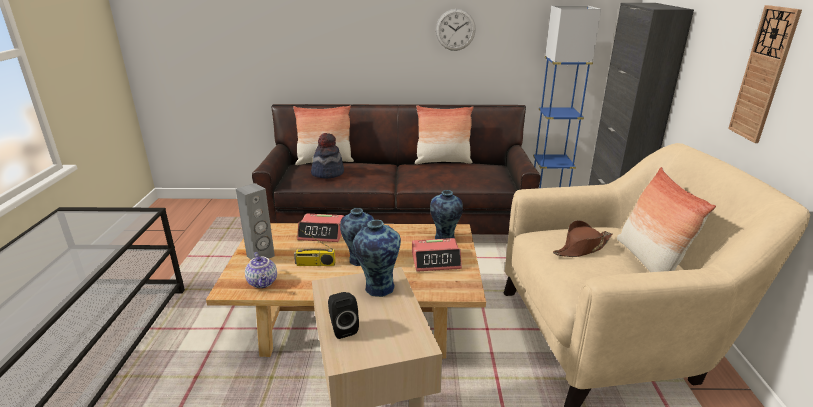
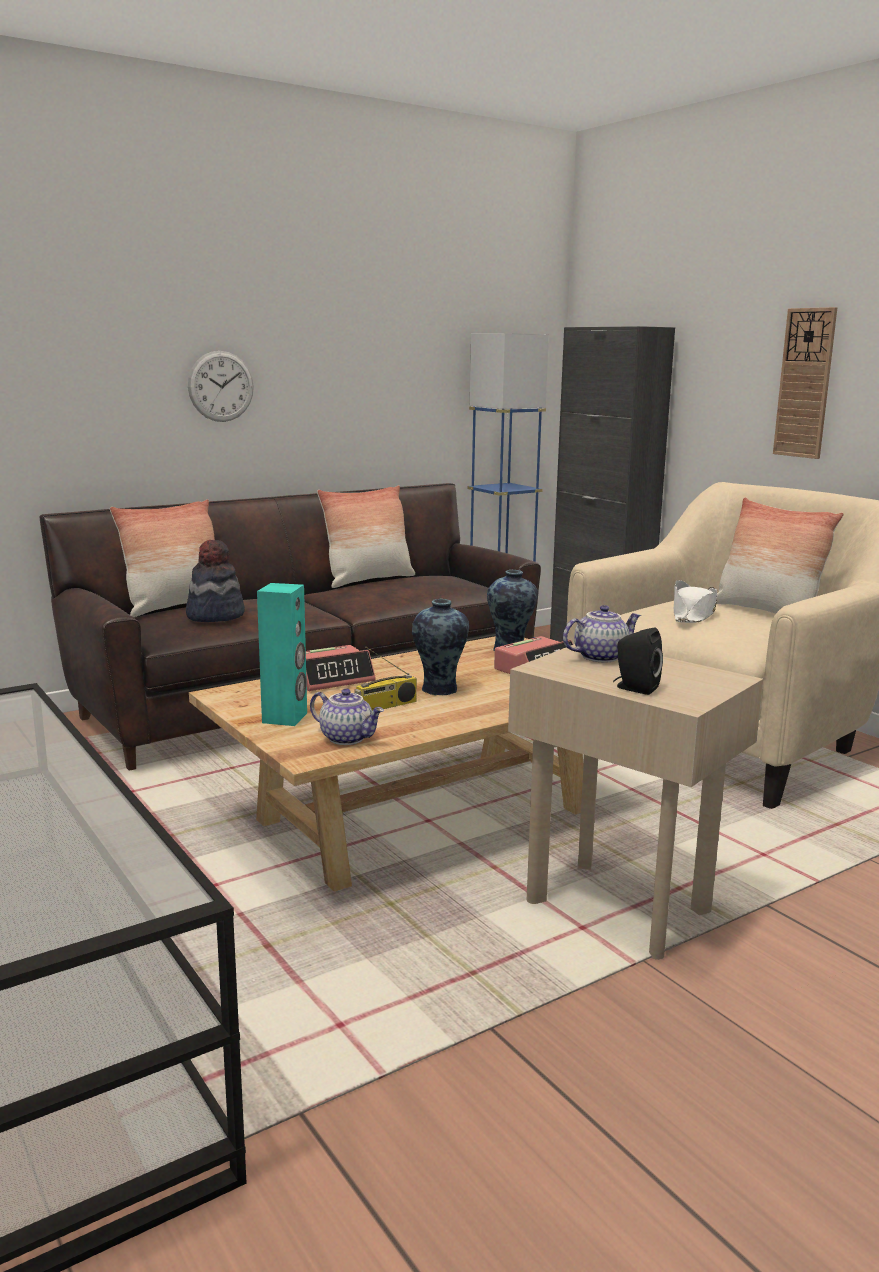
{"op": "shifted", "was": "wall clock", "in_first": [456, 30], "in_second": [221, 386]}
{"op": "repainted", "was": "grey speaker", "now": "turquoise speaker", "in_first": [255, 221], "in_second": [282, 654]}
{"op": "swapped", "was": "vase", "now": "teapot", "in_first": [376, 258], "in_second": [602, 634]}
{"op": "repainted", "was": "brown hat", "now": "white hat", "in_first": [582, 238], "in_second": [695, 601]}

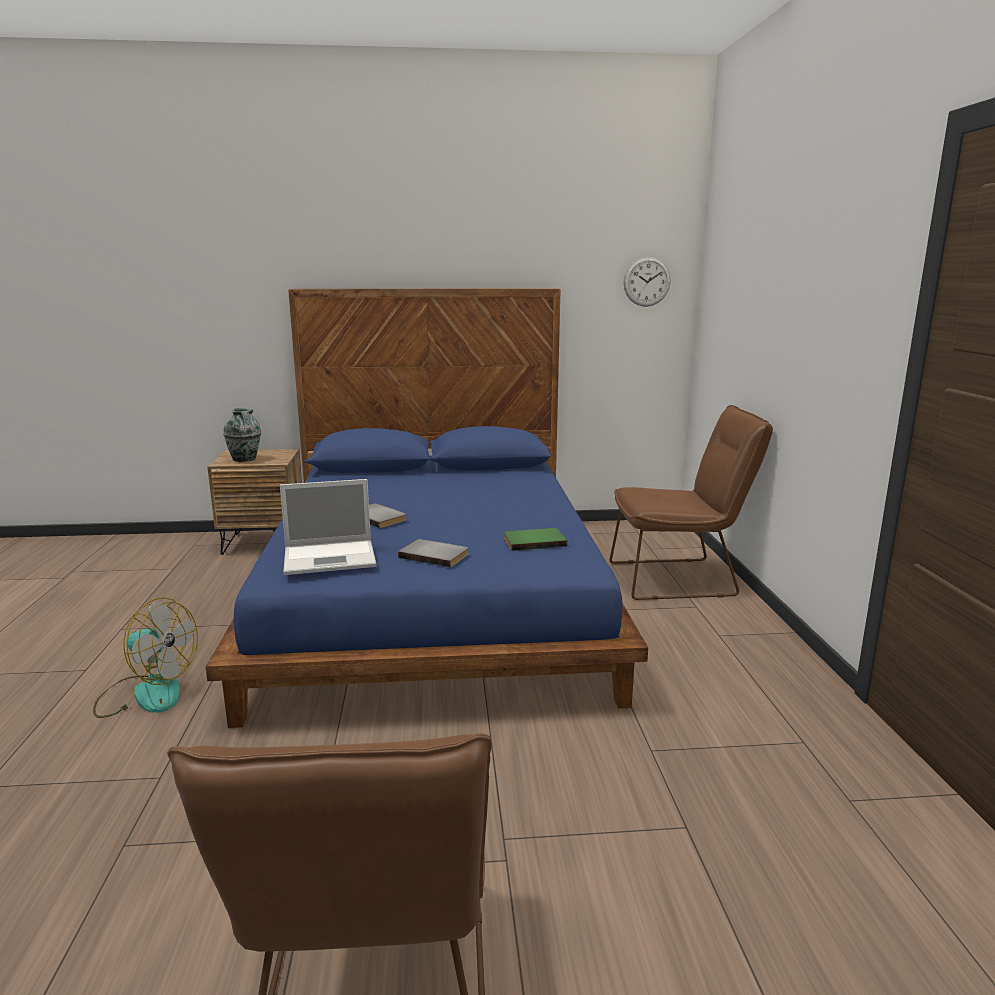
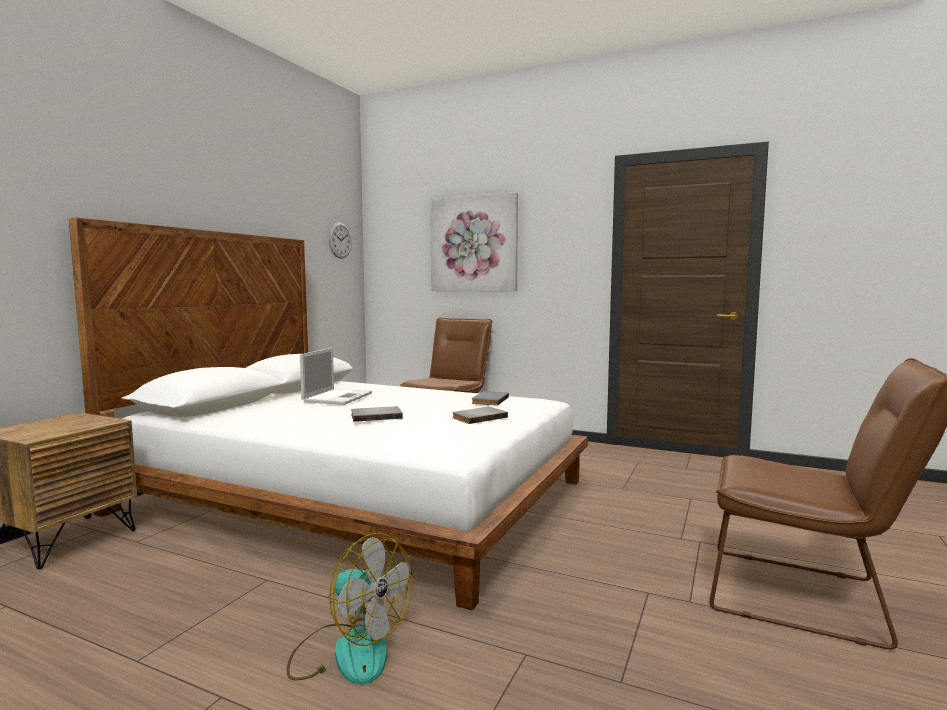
{"op": "repainted", "was": "blue bed", "now": "white bed", "in_first": [427, 508], "in_second": [328, 413]}
{"op": "gone", "was": "vase", "in_first": [242, 435]}
{"op": "shifted", "was": "laptop", "in_first": [328, 527], "in_second": [336, 376]}
{"op": "repainted", "was": "green book", "now": "grey book", "in_first": [535, 539], "in_second": [490, 398]}
{"op": "rotated", "was": "fan", "in_first": [145, 657], "in_second": [349, 609], "clockwise": 75}
{"op": "new", "now": "picture", "in_second": [474, 242]}

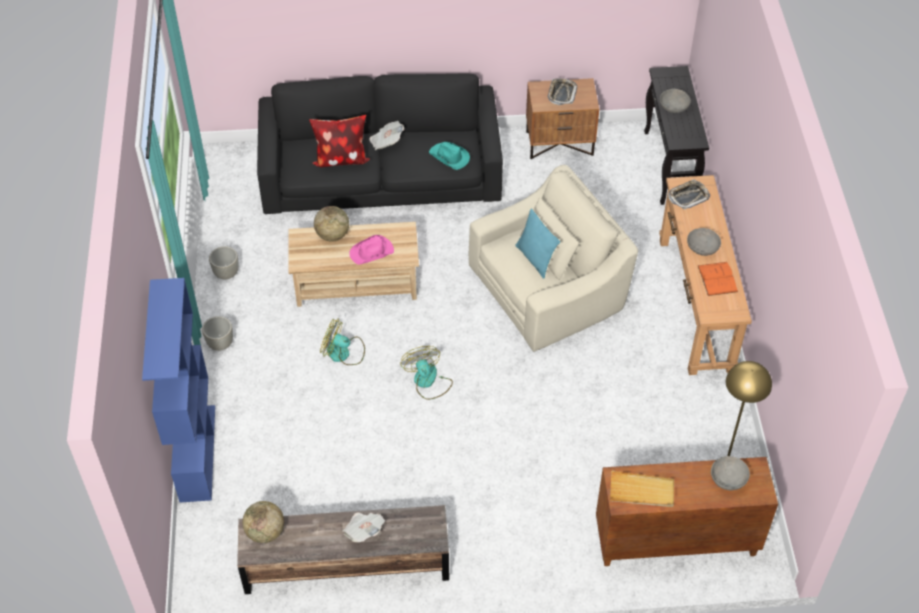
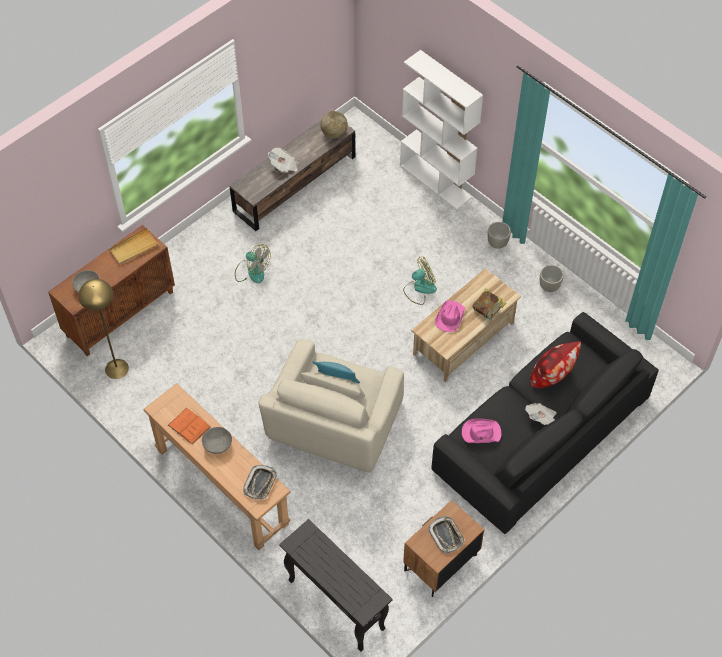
{"op": "gone", "was": "grey bowl", "in_first": [675, 101]}
{"op": "repainted", "was": "turquoise hat", "now": "pink hat", "in_first": [449, 156], "in_second": [481, 431]}
{"op": "swapped", "was": "globe", "now": "book", "in_first": [331, 224], "in_second": [489, 303]}
{"op": "repainted", "was": "blue bookcase", "now": "white bookcase", "in_first": [178, 390], "in_second": [441, 129]}
{"op": "shifted", "was": "fan", "in_first": [426, 373], "in_second": [252, 263]}

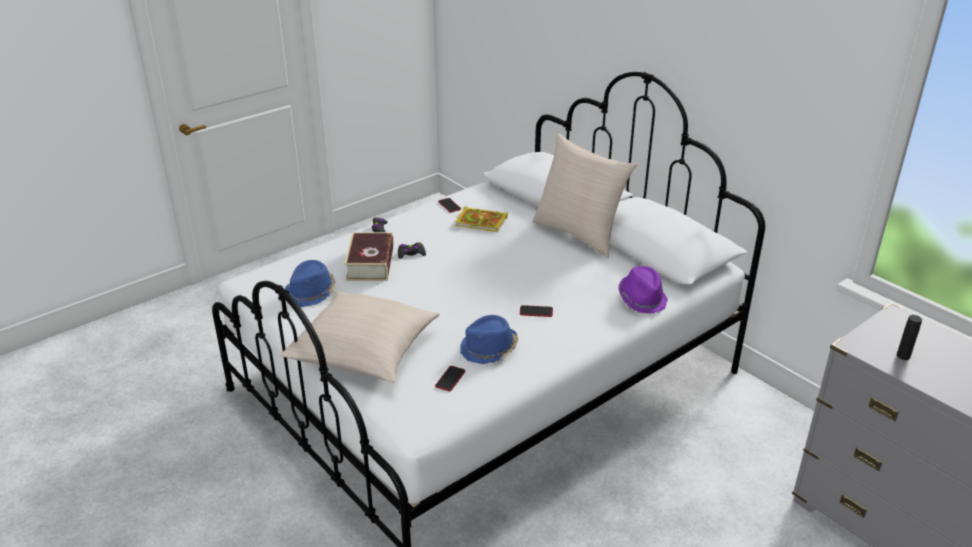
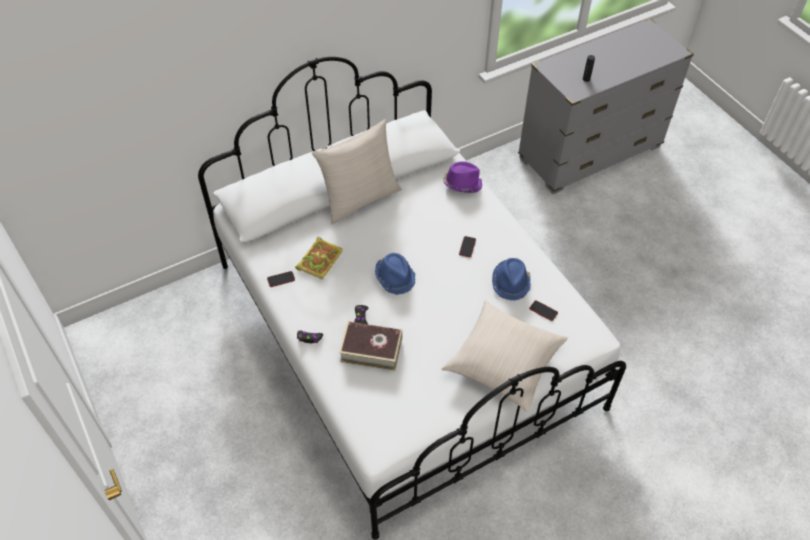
{"op": "shifted", "was": "blue hat", "in_first": [310, 283], "in_second": [395, 274]}

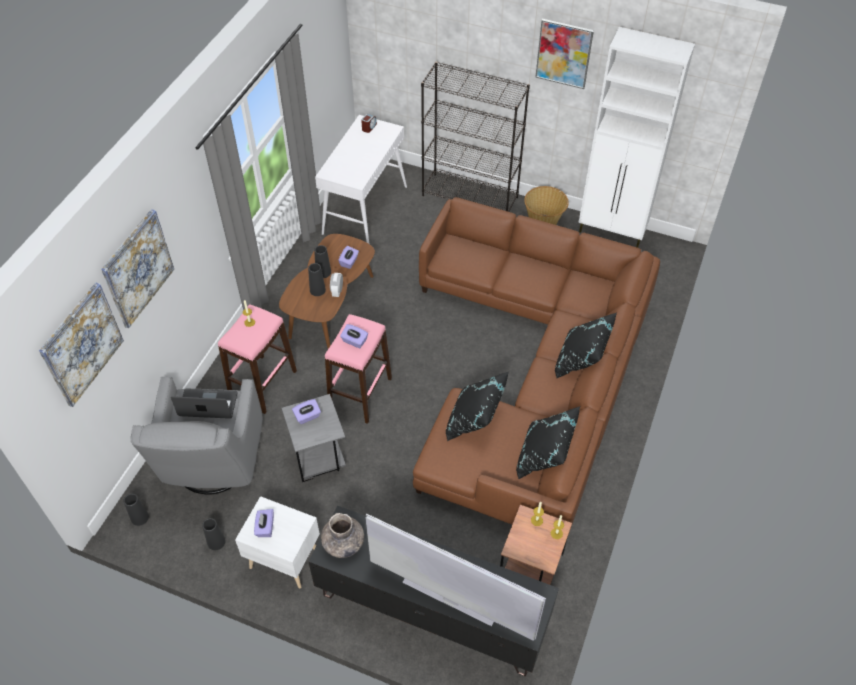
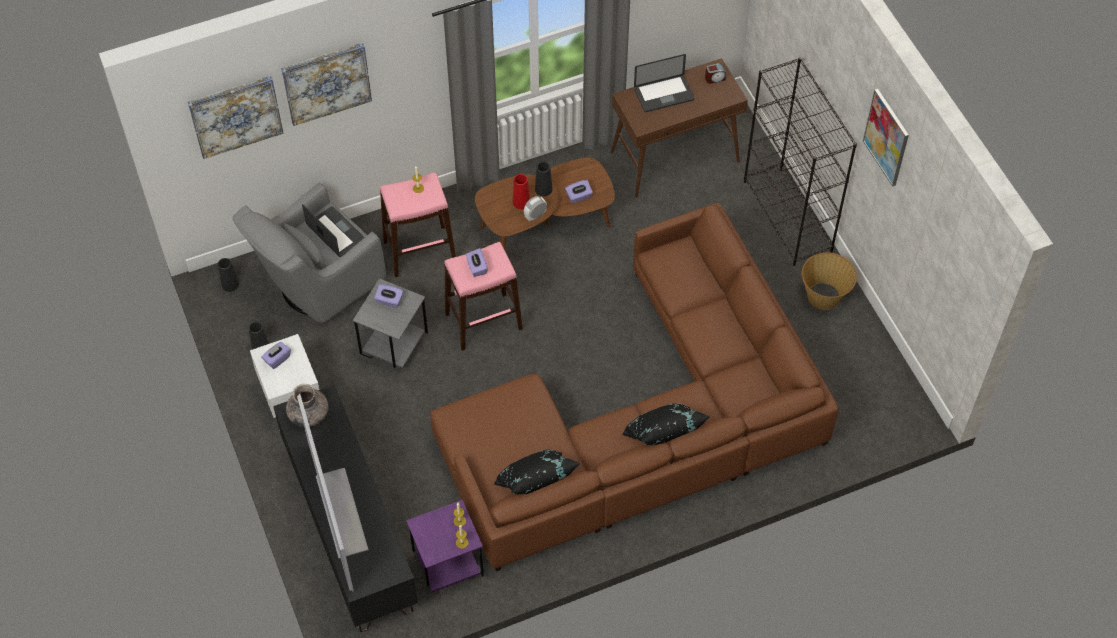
{"op": "gone", "was": "white cabinet", "in_first": [636, 137]}
{"op": "repainted", "was": "white console table", "now": "brown console table", "in_first": [361, 179], "in_second": [679, 128]}
{"op": "repainted", "was": "black vase", "now": "red vase", "in_first": [317, 279], "in_second": [521, 191]}
{"op": "gone", "was": "black pillow", "in_first": [477, 406]}
{"op": "repainted", "was": "brown side table", "now": "purple side table", "in_first": [536, 545], "in_second": [445, 546]}
{"op": "new", "now": "laptop", "in_second": [664, 83]}

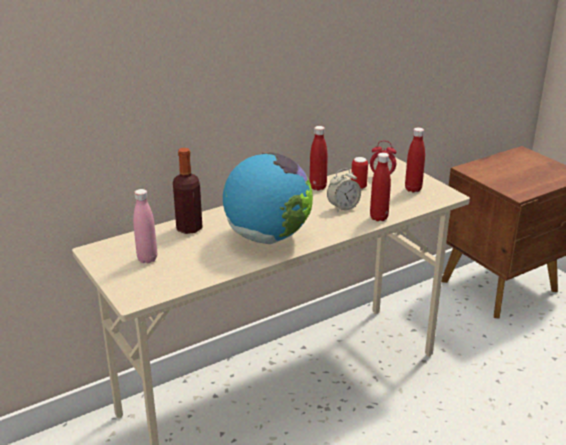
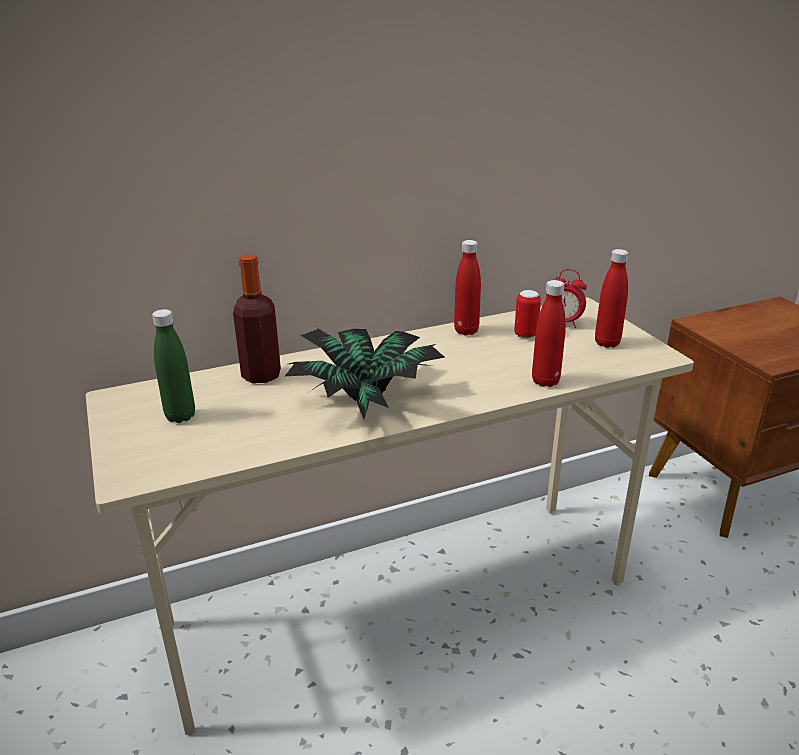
{"op": "swapped", "was": "globe", "now": "potted plant", "in_first": [268, 198], "in_second": [365, 373]}
{"op": "gone", "was": "alarm clock", "in_first": [344, 190]}
{"op": "repainted", "was": "pink bottle", "now": "green bottle", "in_first": [145, 226], "in_second": [173, 366]}

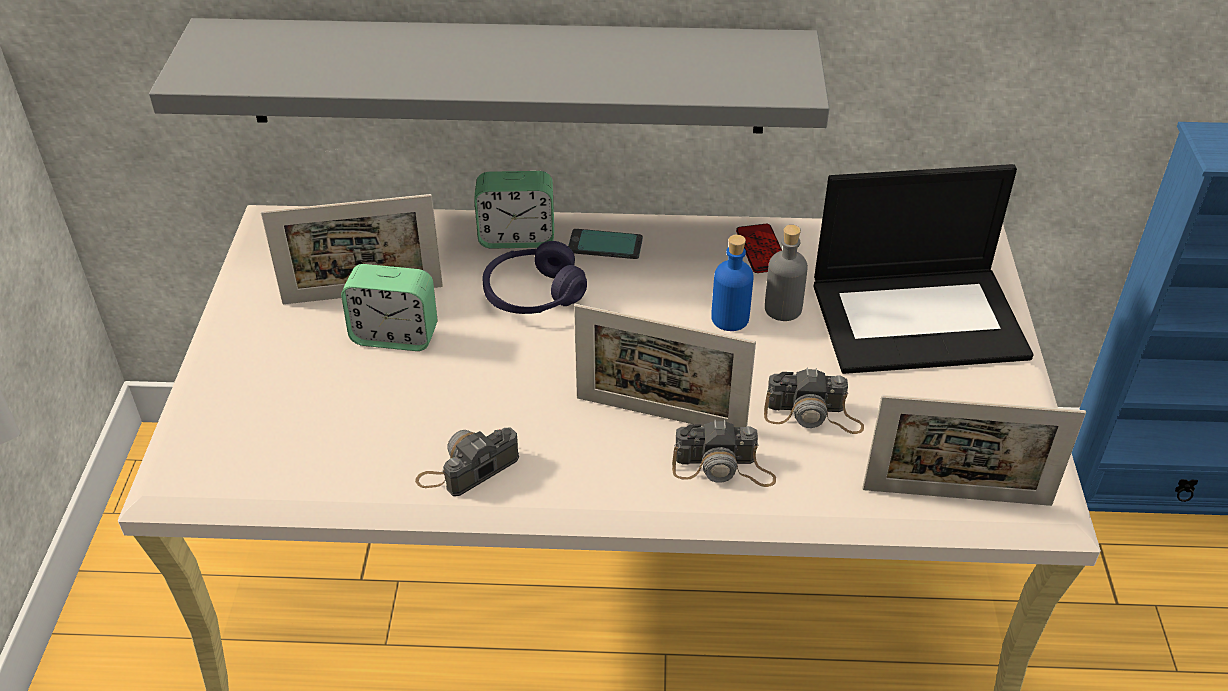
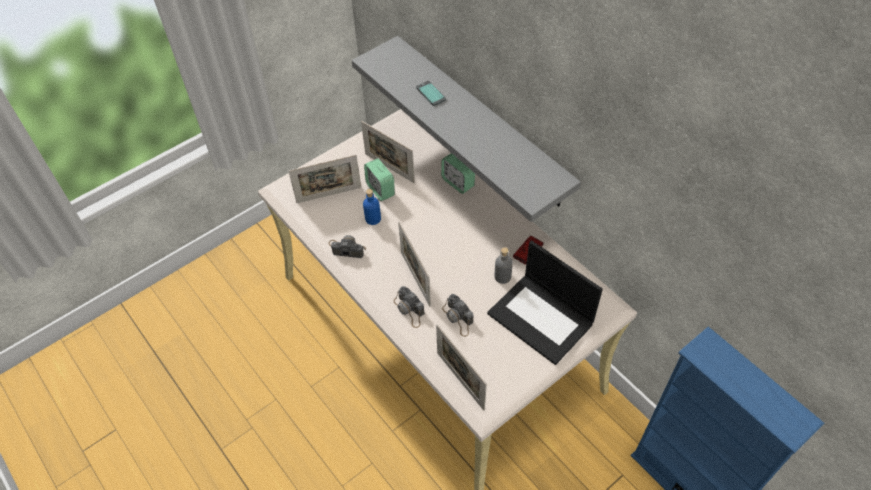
{"op": "shifted", "was": "phone", "in_first": [605, 244], "in_second": [431, 93]}
{"op": "shifted", "was": "blue bottle", "in_first": [732, 283], "in_second": [372, 207]}
{"op": "gone", "was": "purple headphones", "in_first": [534, 277]}
{"op": "new", "now": "picture frame", "in_second": [325, 179]}

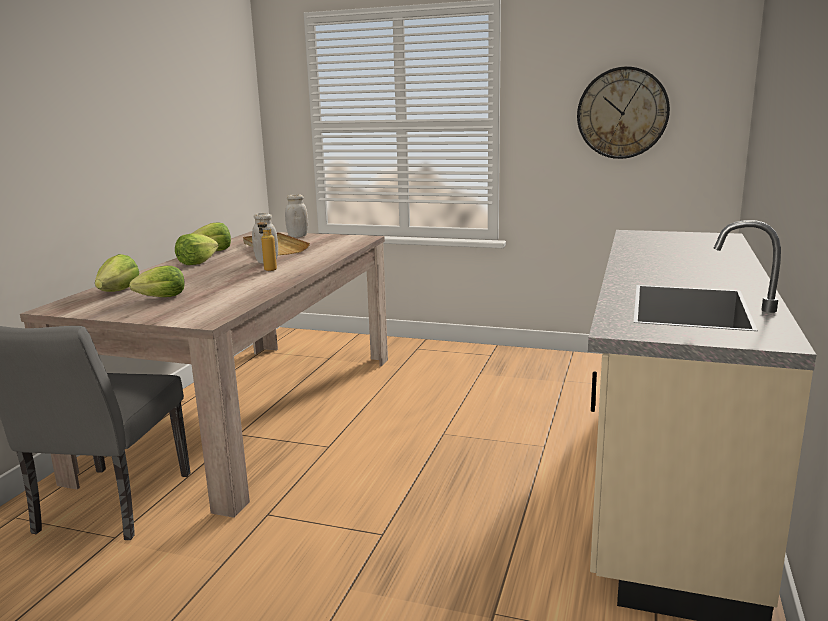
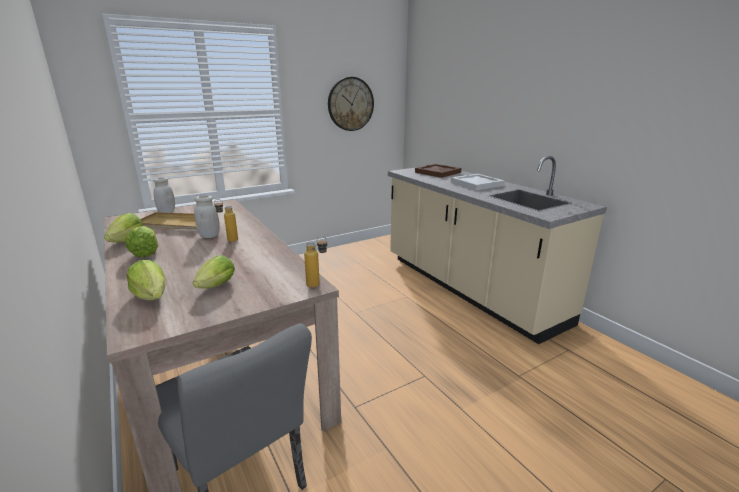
{"op": "new", "now": "brown tray", "in_second": [438, 171]}
{"op": "new", "now": "white tray", "in_second": [477, 182]}
{"op": "new", "now": "bottle", "in_second": [316, 261]}

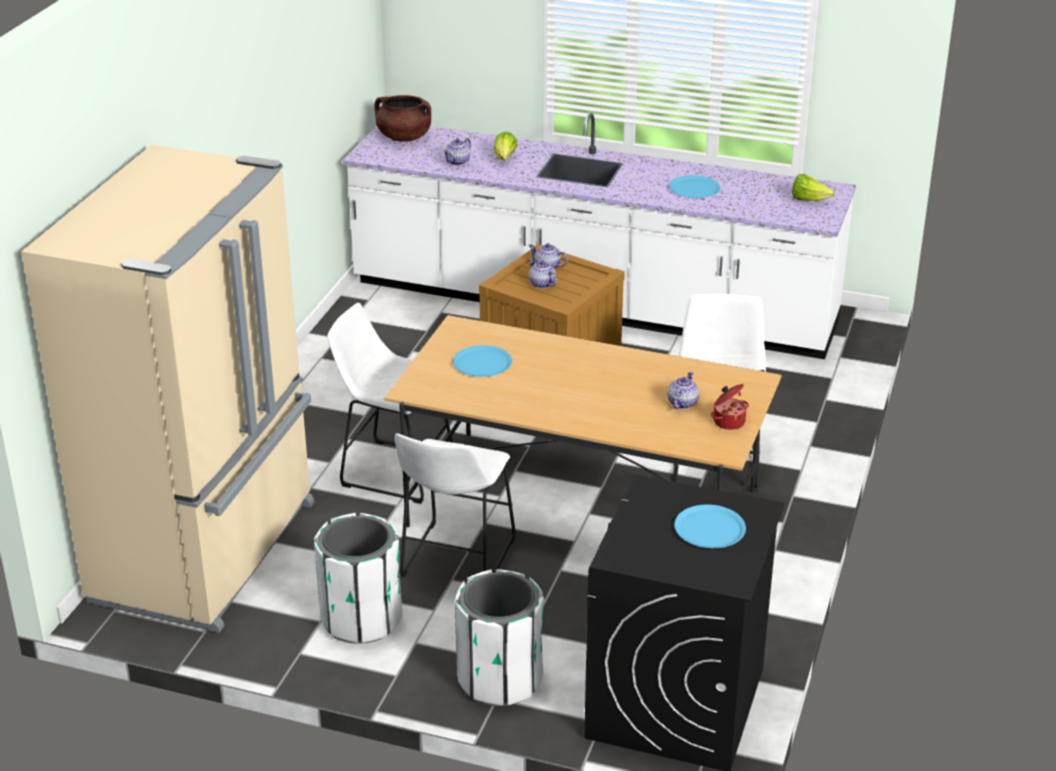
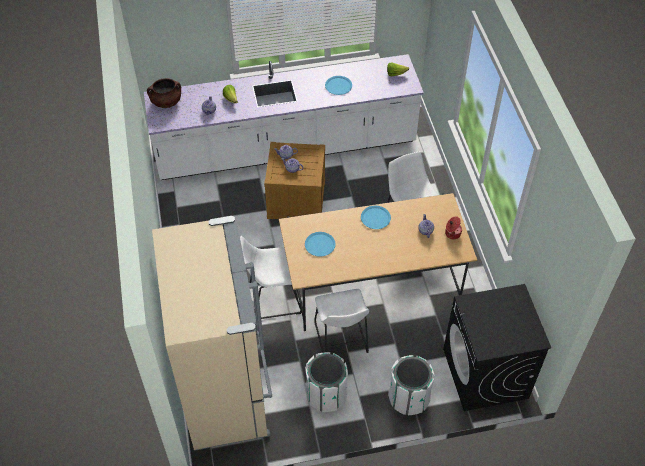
{"op": "shifted", "was": "blue plate", "in_first": [710, 526], "in_second": [376, 217]}

